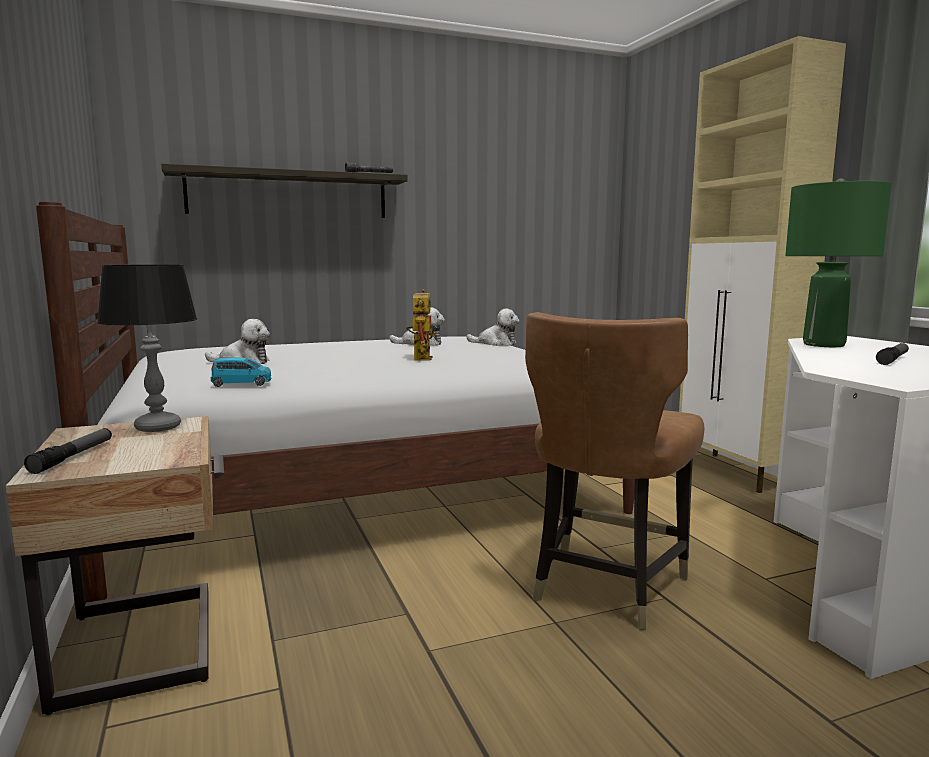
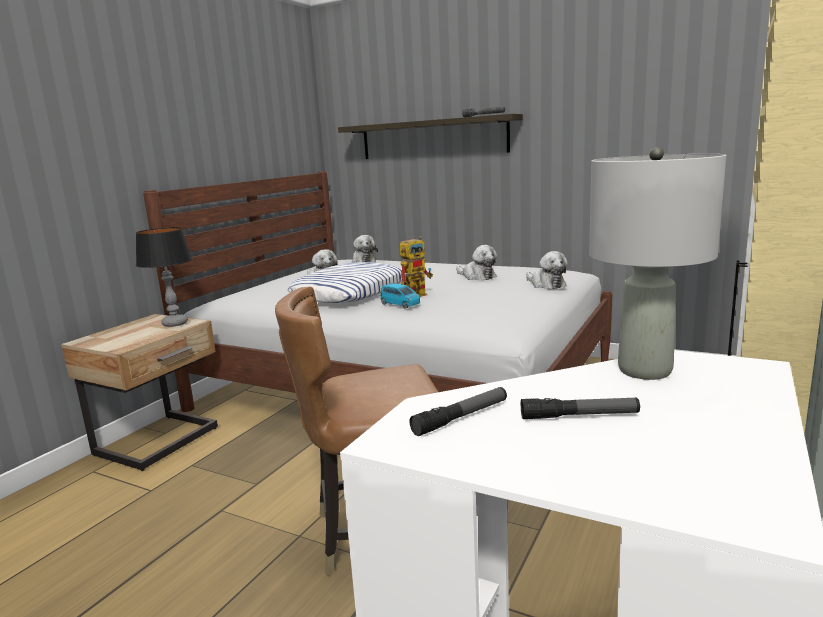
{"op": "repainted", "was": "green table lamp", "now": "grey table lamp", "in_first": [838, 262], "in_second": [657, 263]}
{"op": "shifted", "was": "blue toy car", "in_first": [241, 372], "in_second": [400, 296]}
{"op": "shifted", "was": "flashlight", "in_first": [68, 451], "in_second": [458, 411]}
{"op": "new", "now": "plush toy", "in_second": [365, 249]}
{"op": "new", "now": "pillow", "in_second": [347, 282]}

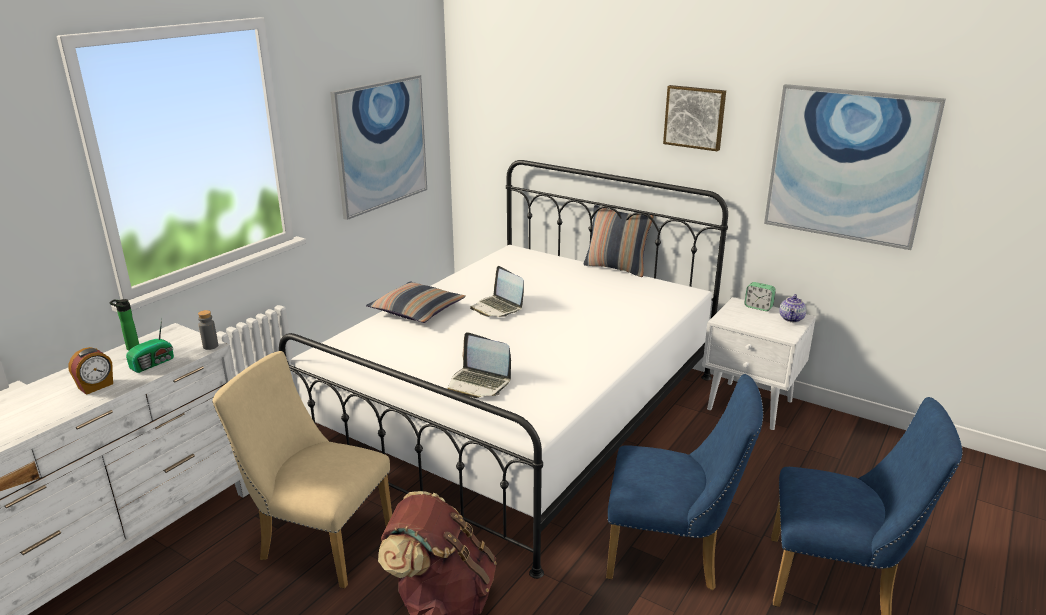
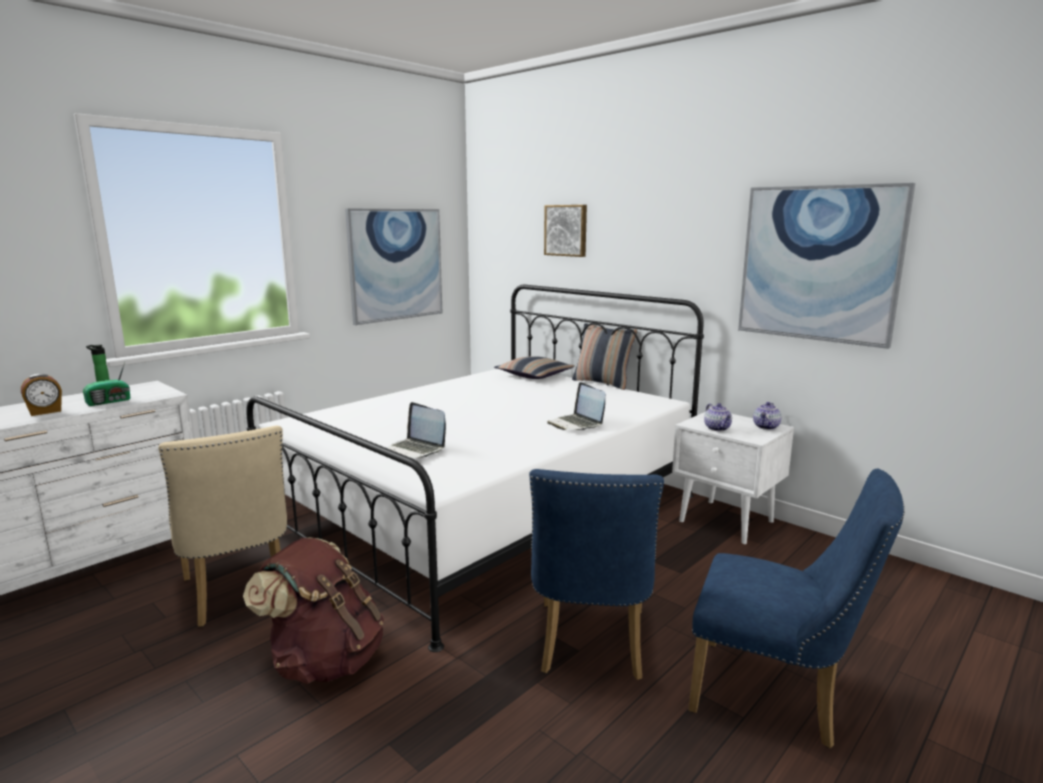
{"op": "shifted", "was": "picture", "in_first": [694, 118], "in_second": [565, 231]}
{"op": "shifted", "was": "laptop", "in_first": [497, 291], "in_second": [576, 406]}
{"op": "shifted", "was": "pillow", "in_first": [416, 302], "in_second": [534, 367]}
{"op": "gone", "was": "alarm clock", "in_first": [760, 296]}
{"op": "gone", "was": "grey bottle", "in_first": [208, 330]}
{"op": "rotated", "was": "beige chair", "in_first": [302, 469], "in_second": [222, 526], "clockwise": -150}
{"op": "rotated", "was": "blue chair", "in_first": [684, 482], "in_second": [596, 574], "clockwise": 75}
{"op": "new", "now": "teapot", "in_second": [718, 417]}

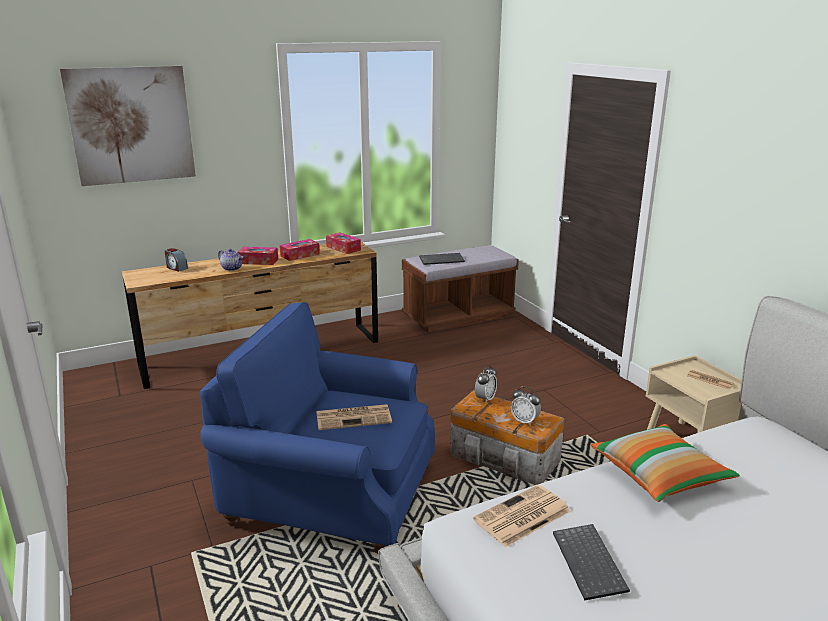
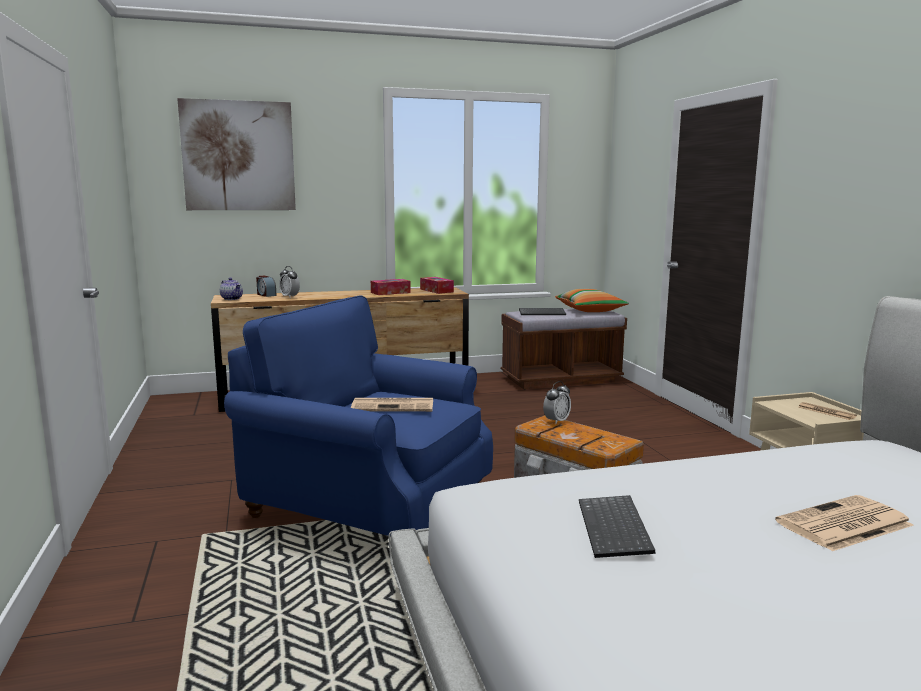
{"op": "gone", "was": "tissue box", "in_first": [257, 256]}
{"op": "shifted", "was": "teapot", "in_first": [230, 260], "in_second": [231, 288]}
{"op": "shifted", "was": "alarm clock", "in_first": [526, 406], "in_second": [289, 282]}
{"op": "shifted", "was": "pillow", "in_first": [665, 463], "in_second": [592, 300]}
{"op": "shifted", "was": "newspaper", "in_first": [522, 516], "in_second": [844, 523]}

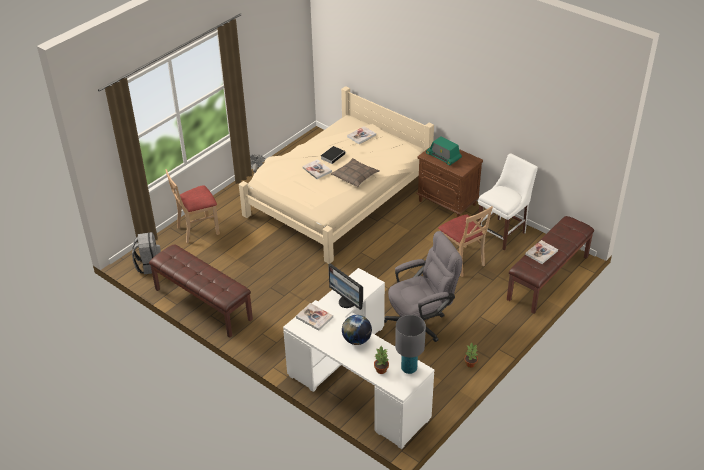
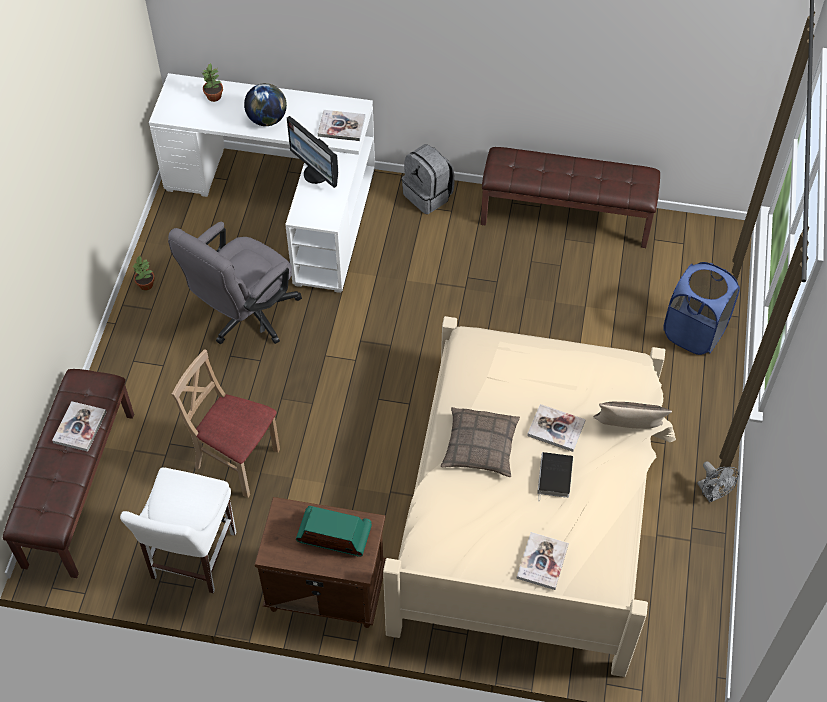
{"op": "swapped", "was": "beige chair", "now": "blue laundry basket", "in_first": [192, 206], "in_second": [701, 308]}
{"op": "shifted", "was": "grey backpack", "in_first": [146, 253], "in_second": [428, 179]}
{"op": "rotated", "was": "monitor", "in_first": [345, 286], "in_second": [312, 152], "clockwise": -150}
{"op": "gone", "was": "grey table lamp", "in_first": [410, 344]}
{"op": "new", "now": "pillow", "in_second": [632, 415]}

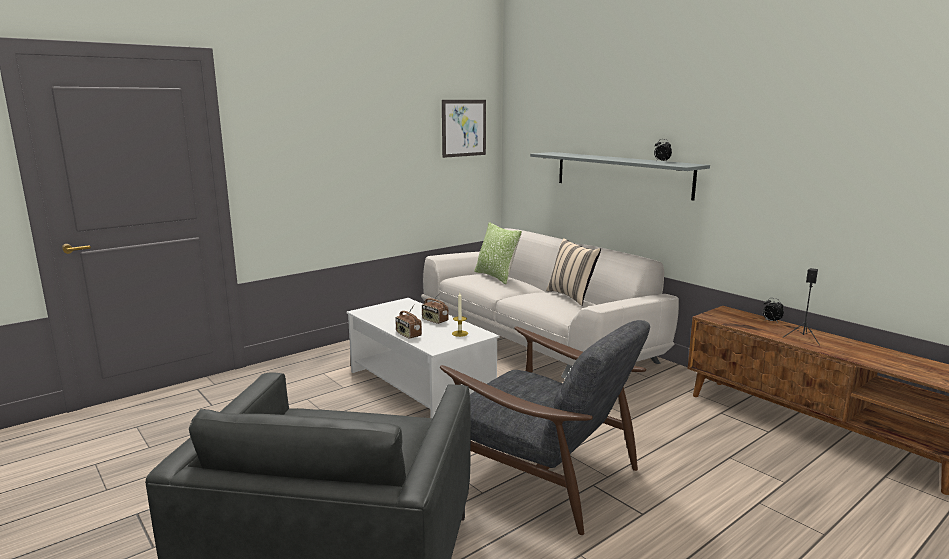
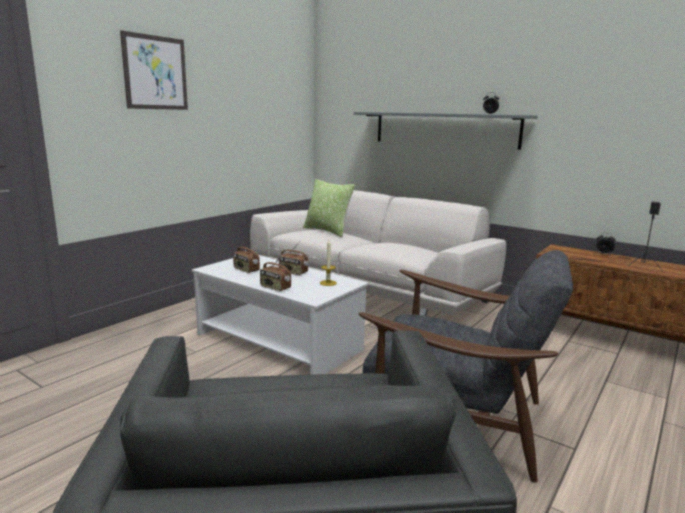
{"op": "shifted", "was": "picture", "in_first": [464, 129], "in_second": [154, 70]}
{"op": "gone", "was": "beige pillow", "in_first": [573, 272]}
{"op": "new", "now": "radio", "in_second": [246, 256]}

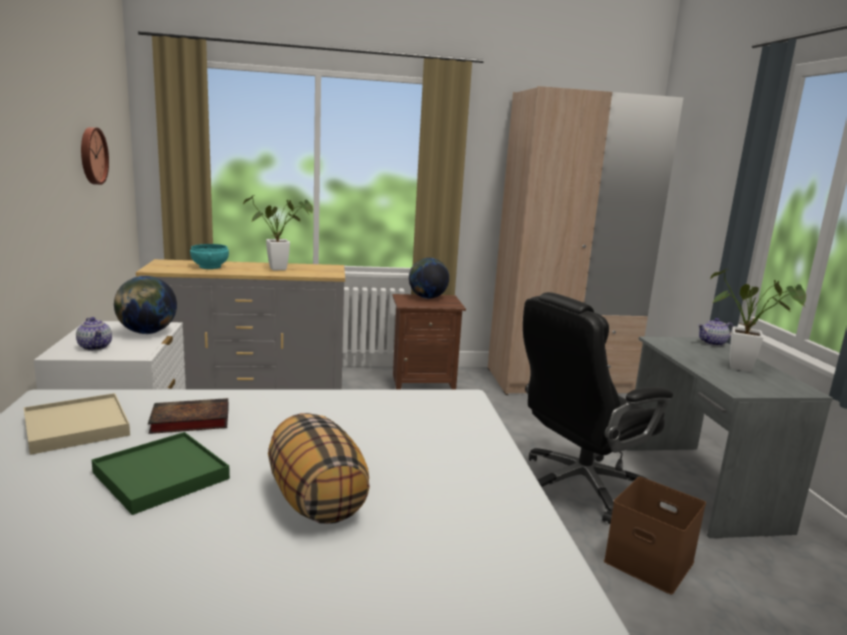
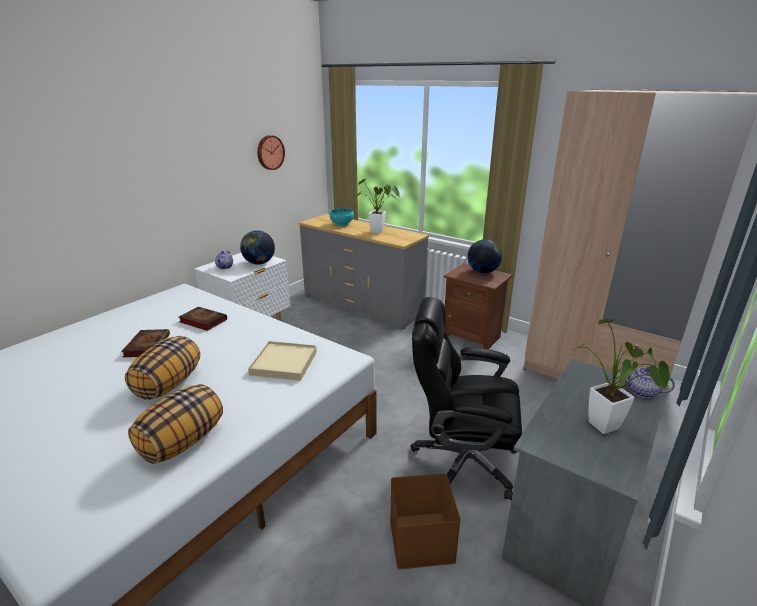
{"op": "shifted", "was": "beige tray", "in_first": [77, 424], "in_second": [282, 361]}
{"op": "swapped", "was": "green tray", "now": "book", "in_first": [161, 473], "in_second": [145, 343]}
{"op": "new", "now": "pillow", "in_second": [175, 424]}

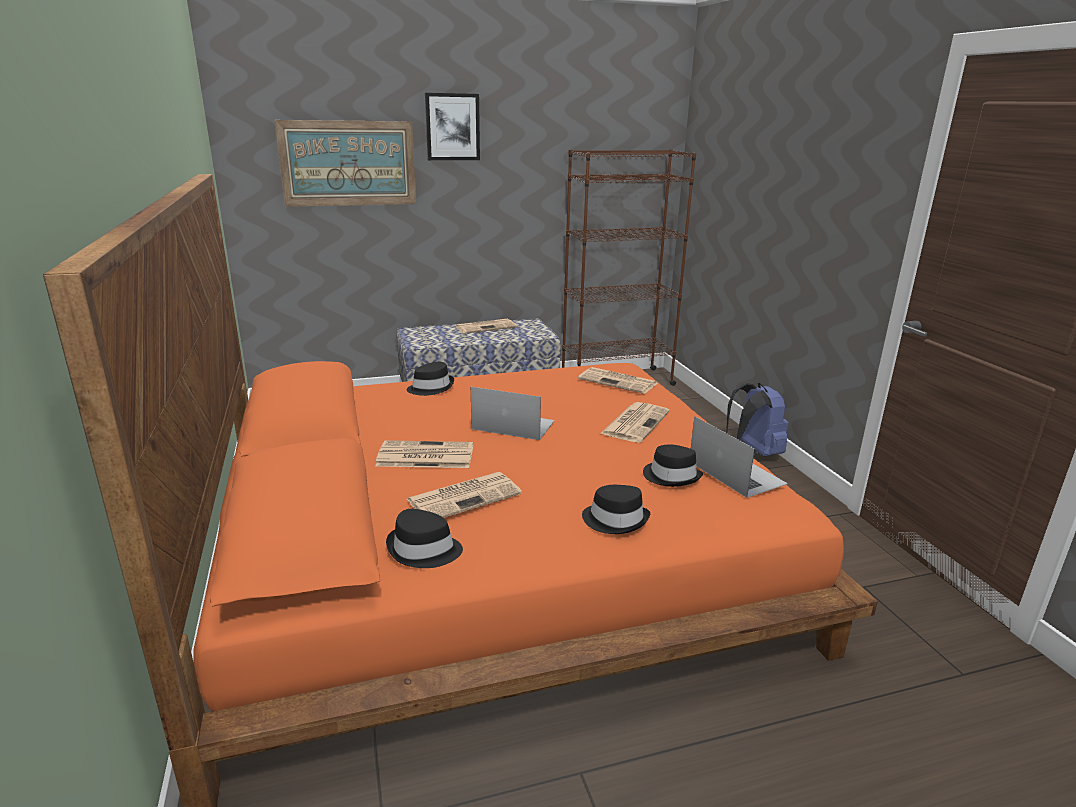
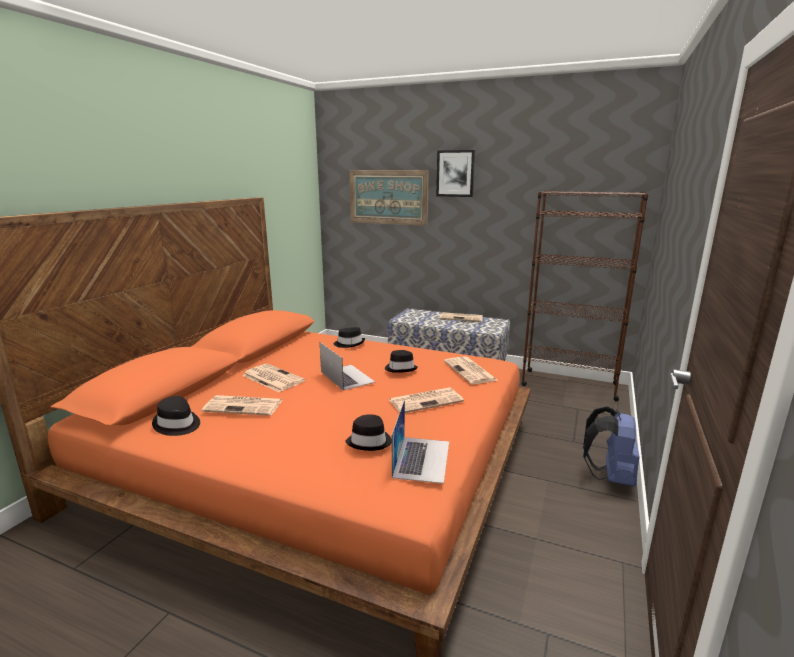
{"op": "shifted", "was": "black hat", "in_first": [616, 509], "in_second": [401, 361]}

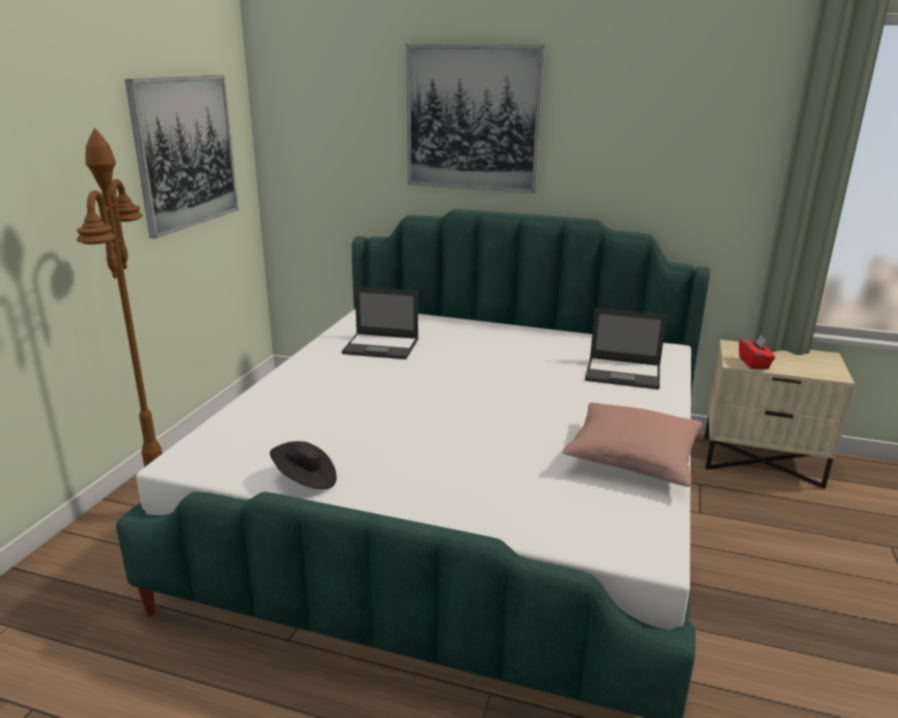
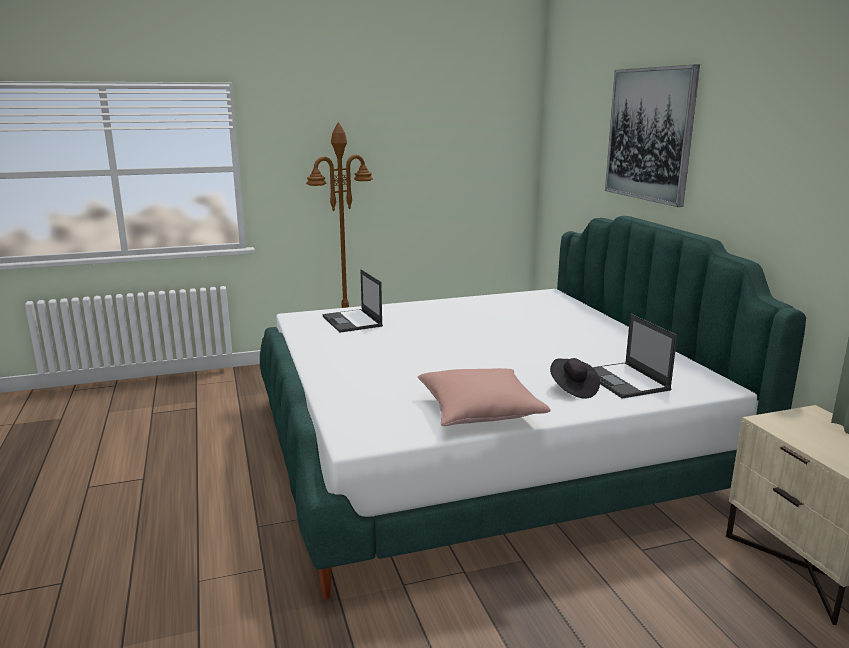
{"op": "gone", "was": "picture", "in_first": [181, 157]}
{"op": "shifted", "was": "laptop", "in_first": [380, 323], "in_second": [353, 301]}
{"op": "gone", "was": "red tissue box", "in_first": [757, 352]}
{"op": "shifted", "was": "black hat", "in_first": [303, 465], "in_second": [575, 378]}

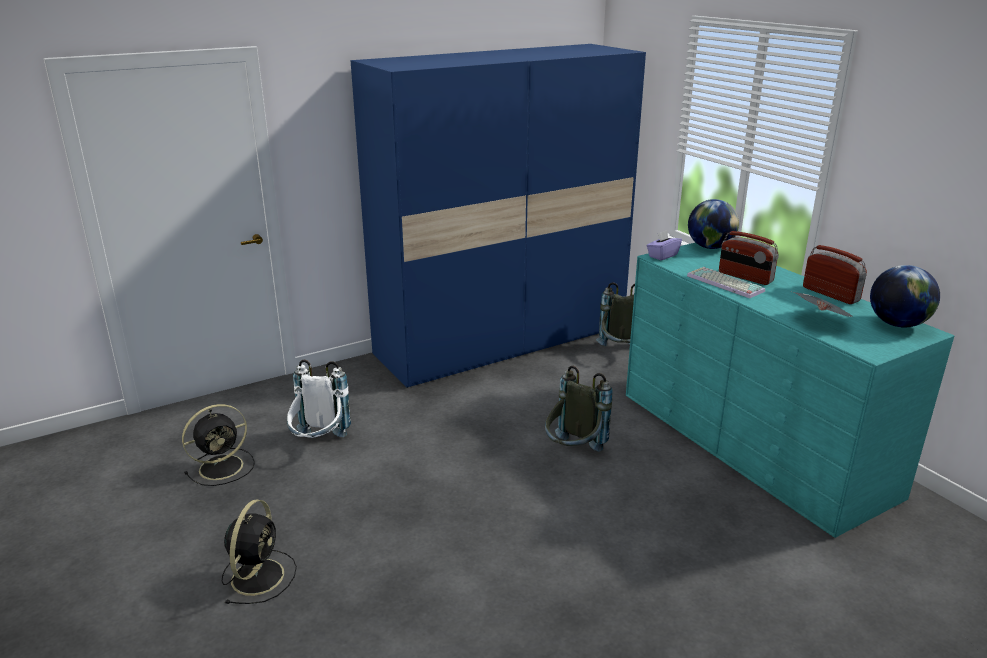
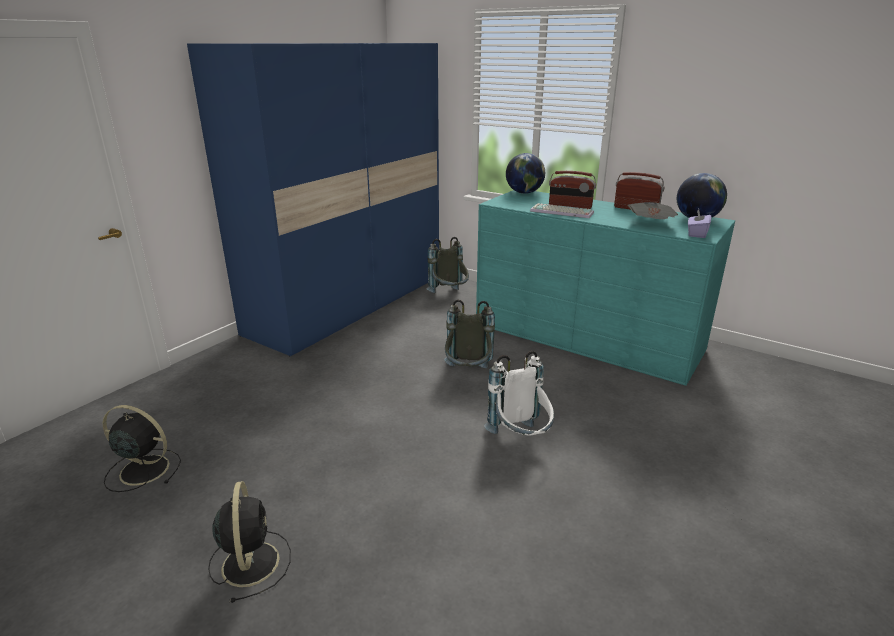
{"op": "shifted", "was": "purple tissue box", "in_first": [664, 245], "in_second": [699, 223]}
{"op": "shifted", "was": "white backpack", "in_first": [319, 398], "in_second": [519, 393]}
{"op": "rotated", "was": "black fan", "in_first": [218, 445], "in_second": [142, 448], "clockwise": -105}

